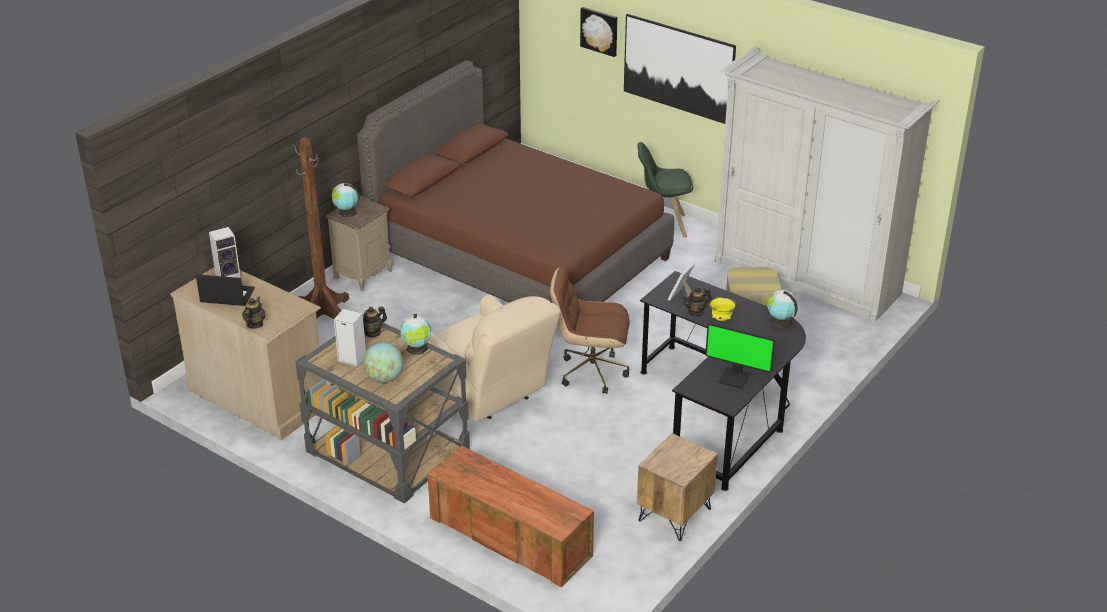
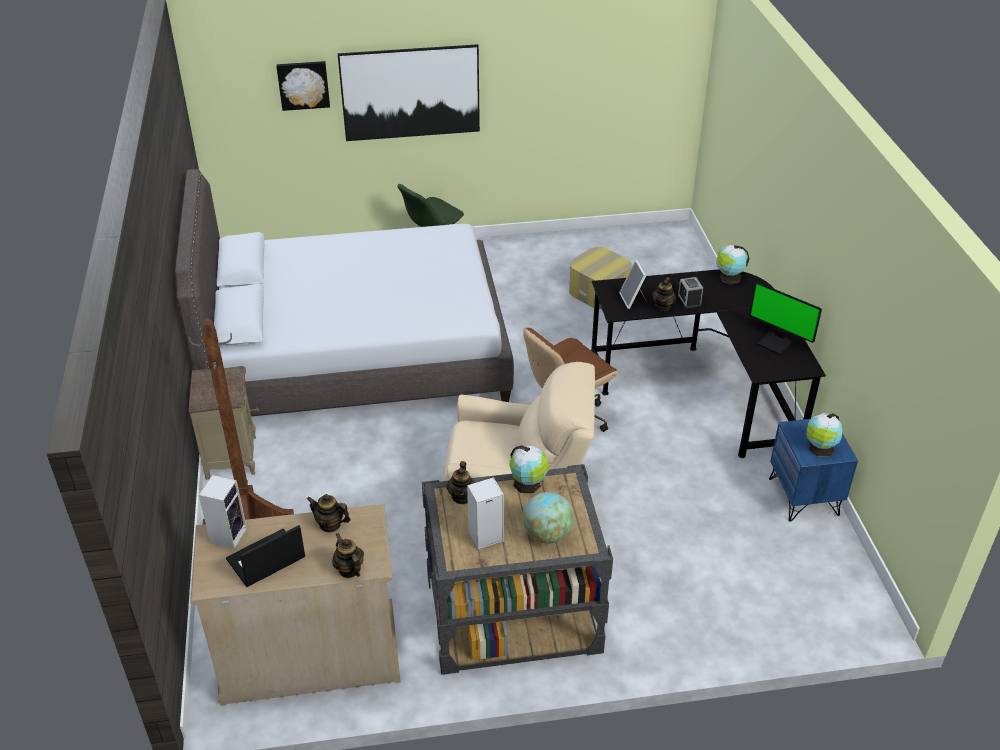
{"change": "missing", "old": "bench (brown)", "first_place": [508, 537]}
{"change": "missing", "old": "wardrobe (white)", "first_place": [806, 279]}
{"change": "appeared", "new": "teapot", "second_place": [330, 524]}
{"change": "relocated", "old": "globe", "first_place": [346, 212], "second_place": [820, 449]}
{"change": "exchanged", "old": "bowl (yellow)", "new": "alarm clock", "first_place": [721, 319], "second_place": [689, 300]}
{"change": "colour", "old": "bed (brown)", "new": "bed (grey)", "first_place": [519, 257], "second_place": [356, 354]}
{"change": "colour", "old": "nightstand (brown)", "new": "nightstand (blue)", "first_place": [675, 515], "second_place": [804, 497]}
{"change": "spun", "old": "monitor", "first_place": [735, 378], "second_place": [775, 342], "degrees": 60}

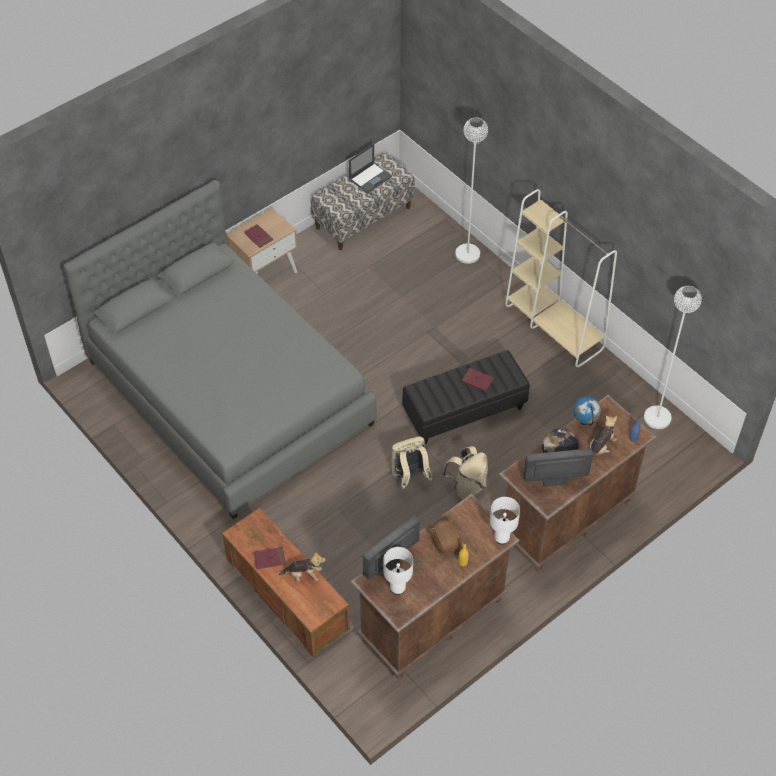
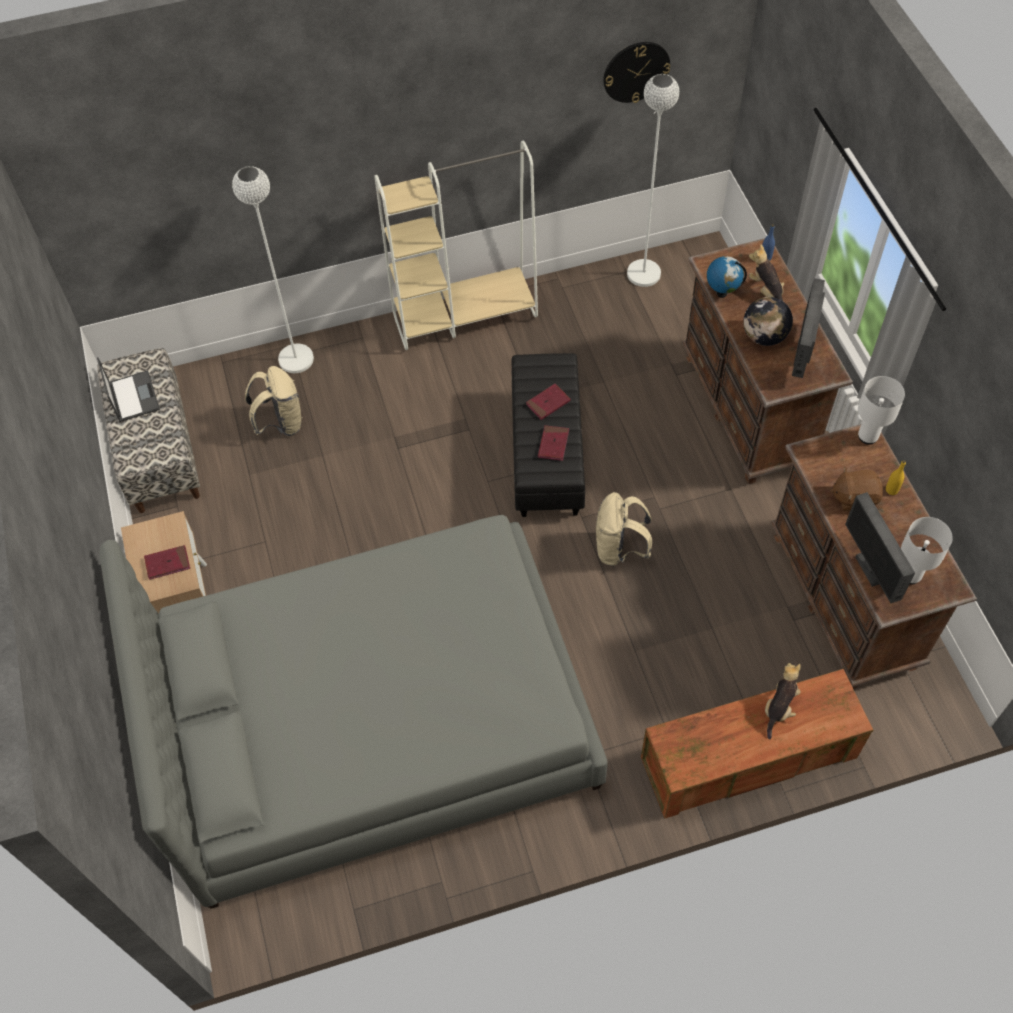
{"change": "appeared", "new": "wall clock", "second_place": [636, 71]}
{"change": "relocated", "old": "book (red)", "first_place": [269, 559], "second_place": [553, 444]}
{"change": "relocated", "old": "backpack (beige)", "first_place": [466, 487], "second_place": [281, 423]}

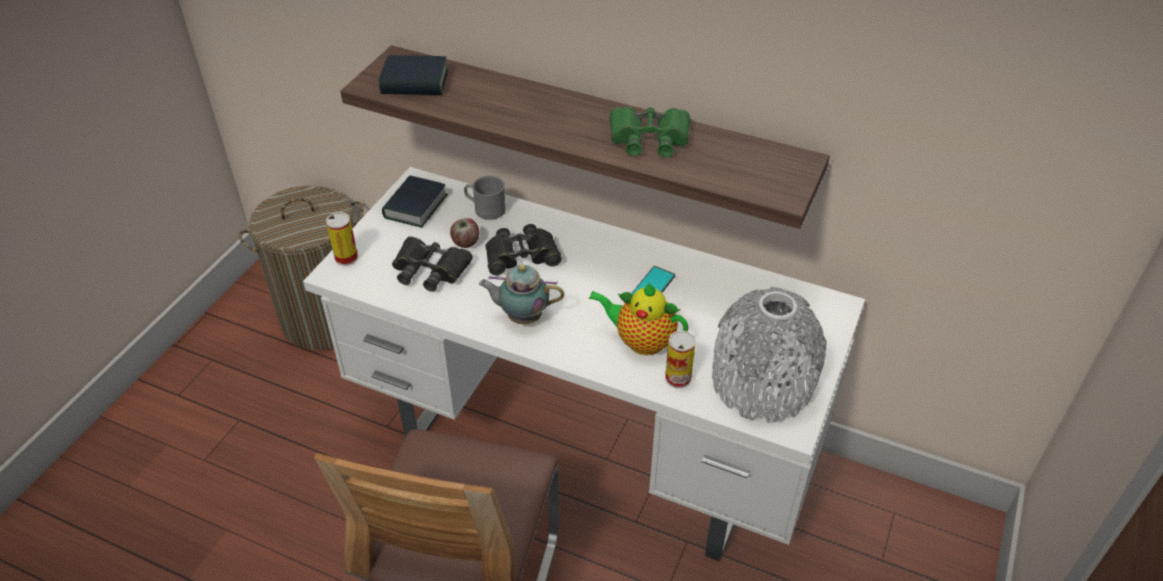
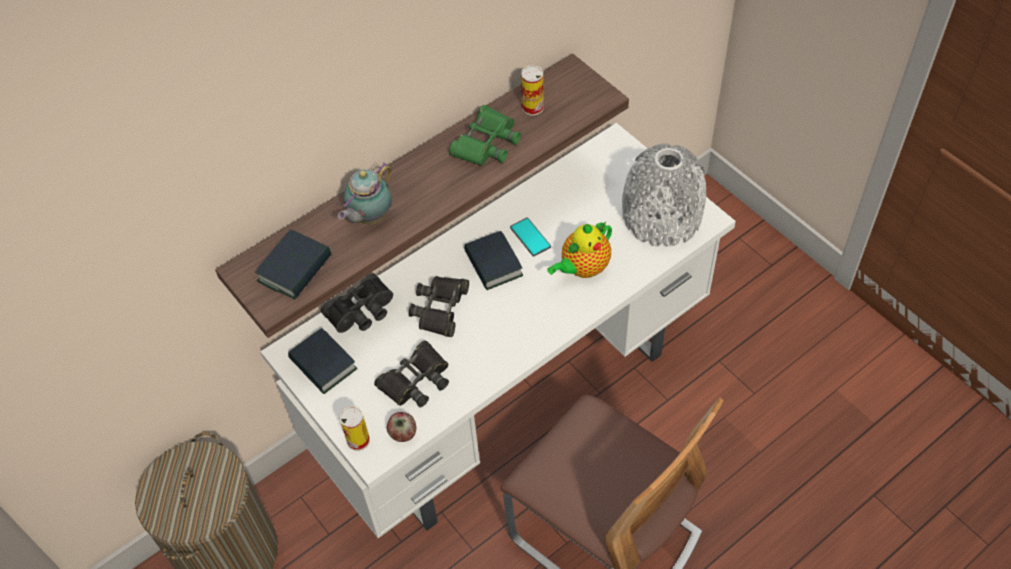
{"change": "appeared", "new": "book", "second_place": [493, 264]}
{"change": "relocated", "old": "apple", "first_place": [465, 243], "second_place": [403, 433]}
{"change": "relocated", "old": "teapot", "first_place": [522, 317], "second_place": [370, 218]}
{"change": "relocated", "old": "can", "first_place": [678, 378], "second_place": [532, 107]}
{"change": "exchanged", "old": "mug (grey)", "new": "binoculars (black)", "first_place": [485, 208], "second_place": [362, 313]}

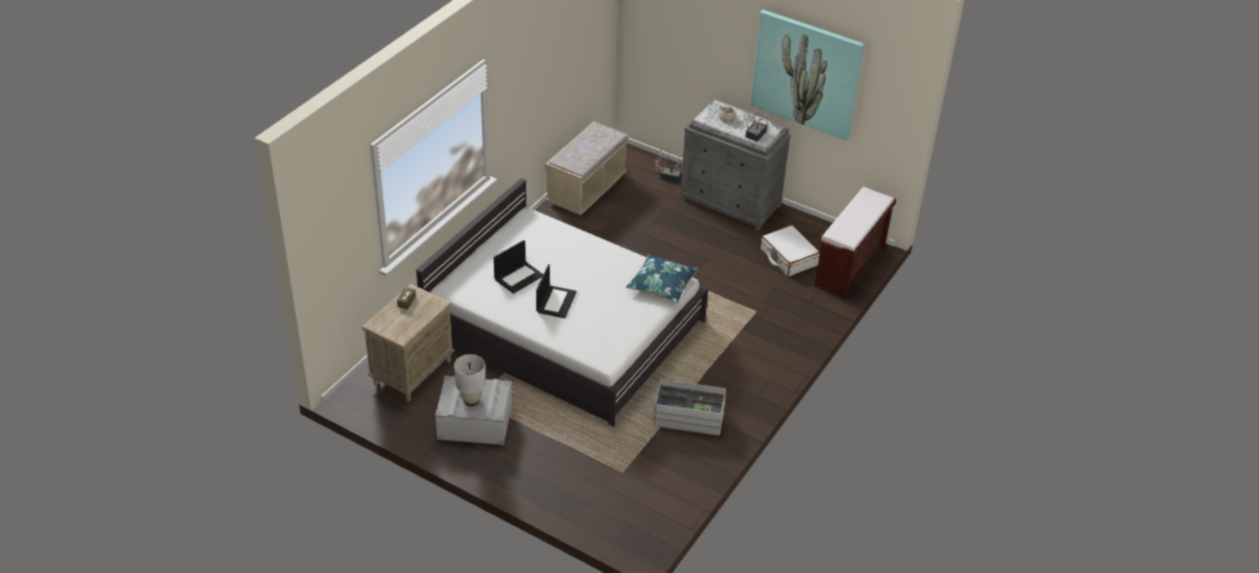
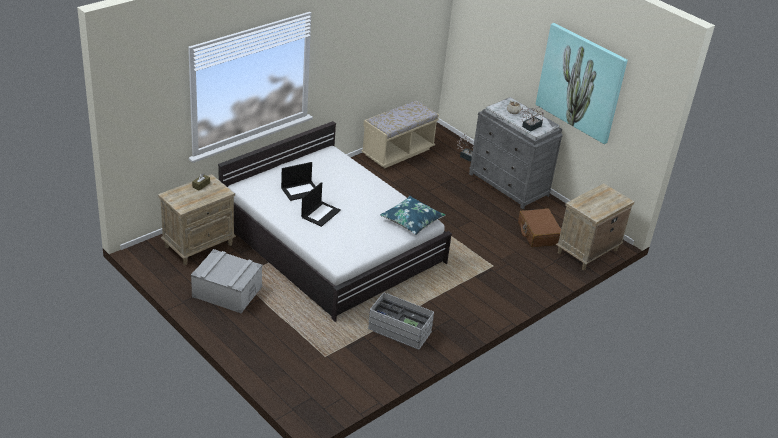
{"change": "missing", "old": "table lamp (white)", "first_place": [471, 400]}
{"change": "exchanged", "old": "bench (brown)", "new": "nightstand (beige)", "first_place": [850, 267], "second_place": [587, 252]}
{"change": "colour", "old": "suitcase (white)", "new": "suitcase (brown)", "first_place": [788, 257], "second_place": [538, 233]}

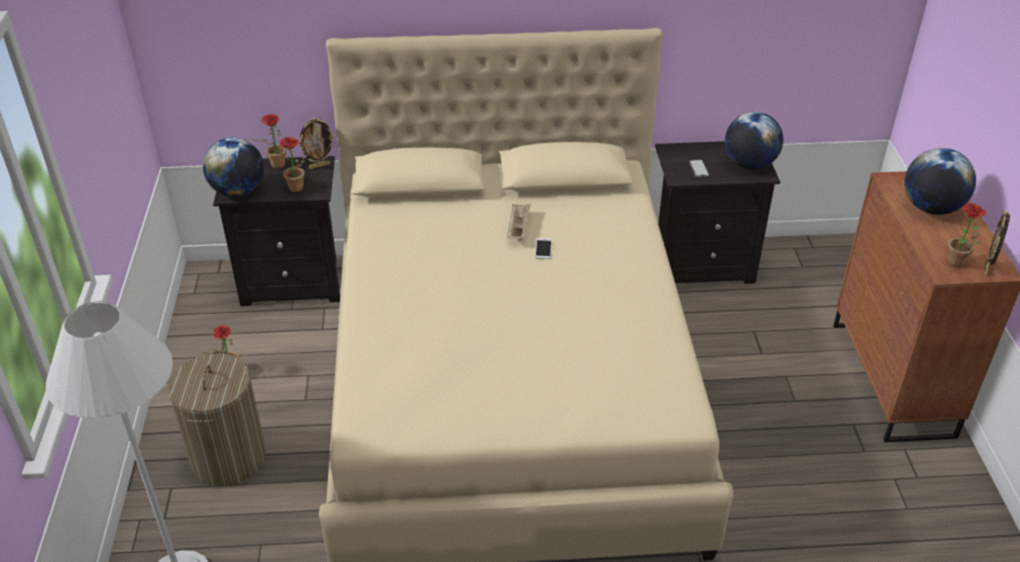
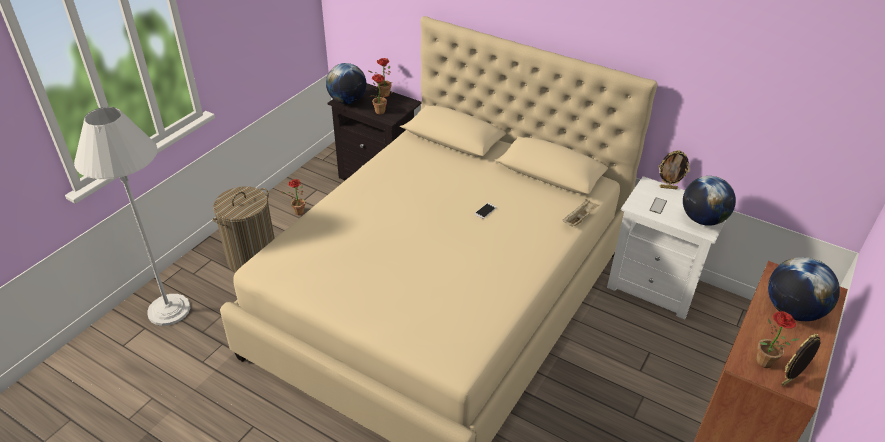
{"change": "relocated", "old": "picture frame", "first_place": [319, 166], "second_place": [668, 187]}
{"change": "relocated", "old": "tray (beige)", "first_place": [518, 229], "second_place": [579, 219]}
{"change": "colour", "old": "nightstand (black)", "new": "nightstand (white)", "first_place": [701, 264], "second_place": [654, 286]}

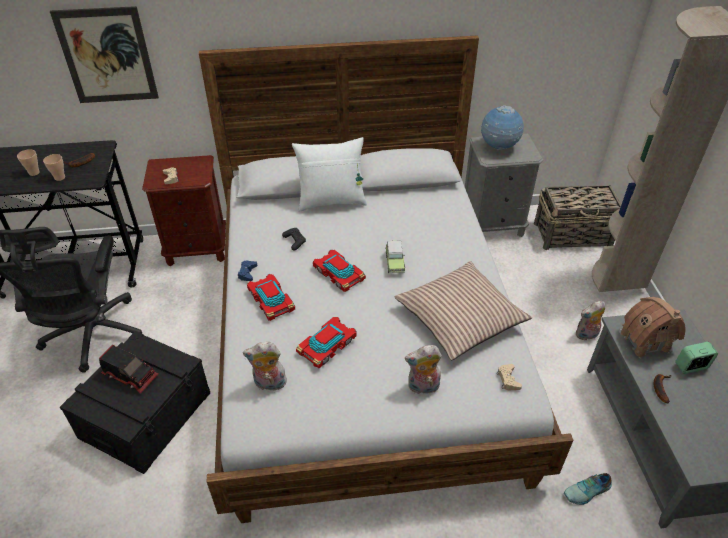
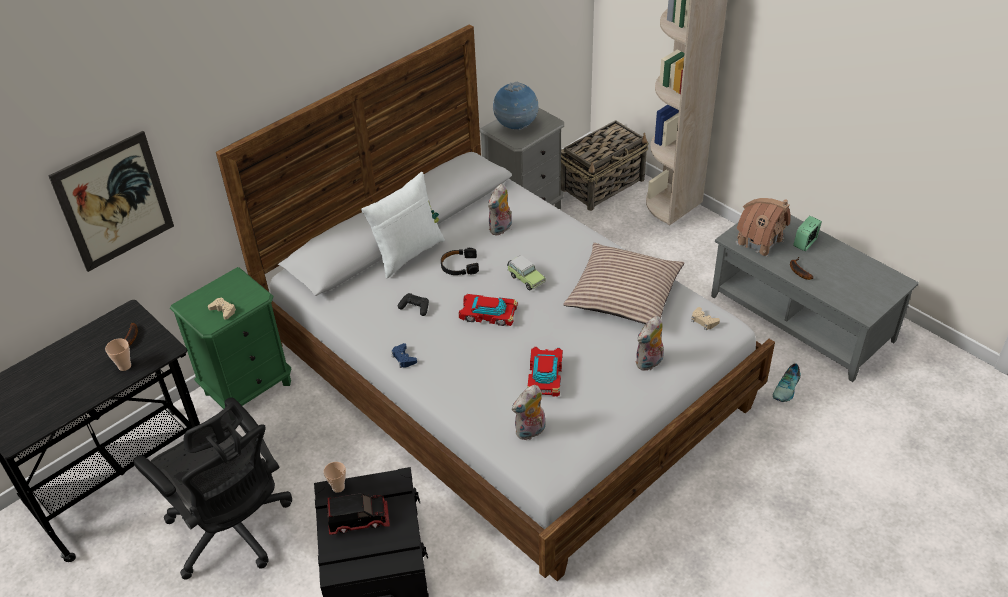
{"change": "missing", "old": "toy car", "first_place": [271, 300]}
{"change": "appeared", "new": "headphones (black)", "second_place": [459, 266]}
{"change": "relocated", "old": "cup", "first_place": [34, 173], "second_place": [338, 487]}
{"change": "relocated", "old": "plush toy", "first_place": [586, 335], "second_place": [501, 229]}
{"change": "colour", "old": "nightstand (brown)", "new": "nightstand (green)", "first_place": [197, 249], "second_place": [248, 387]}

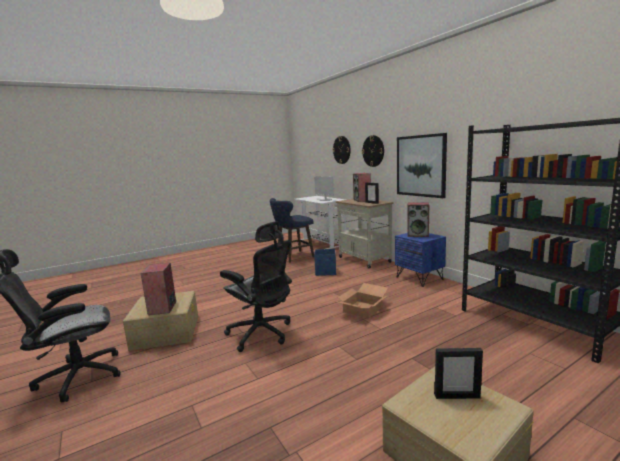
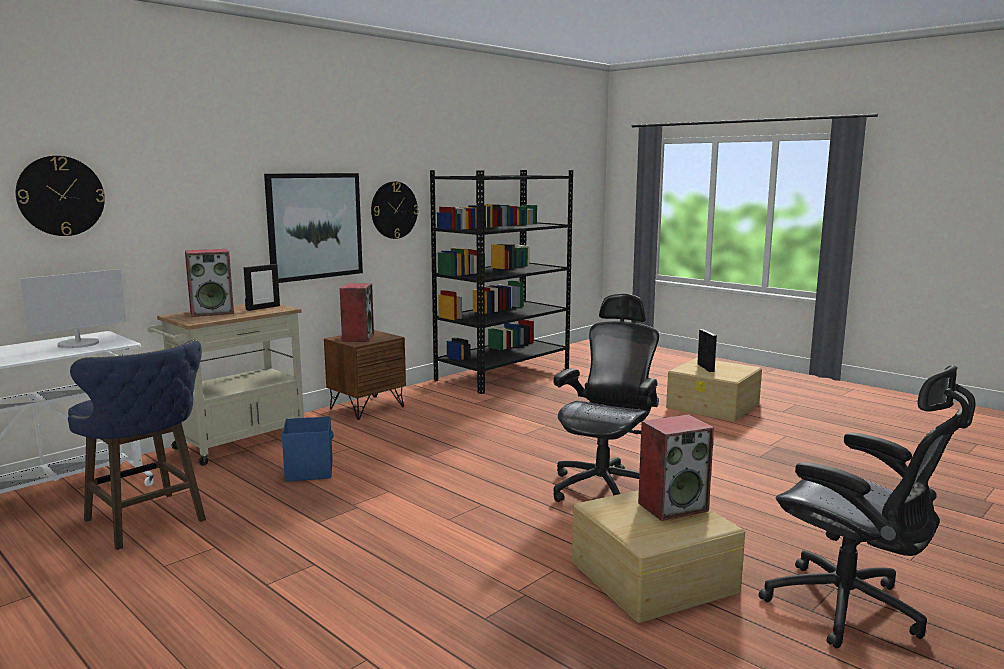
{"change": "missing", "old": "cardboard box", "first_place": [362, 309]}
{"change": "relocated", "old": "wall clock", "first_place": [373, 151], "second_place": [394, 210]}
{"change": "colour", "old": "nightstand (blue)", "new": "nightstand (brown)", "first_place": [419, 278], "second_place": [366, 408]}

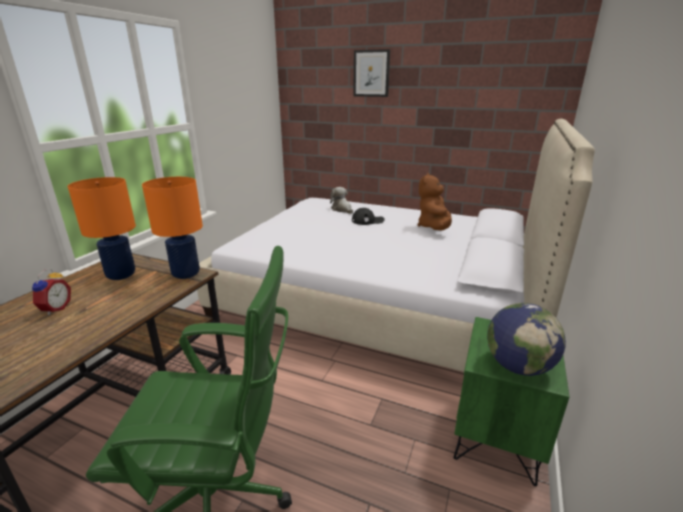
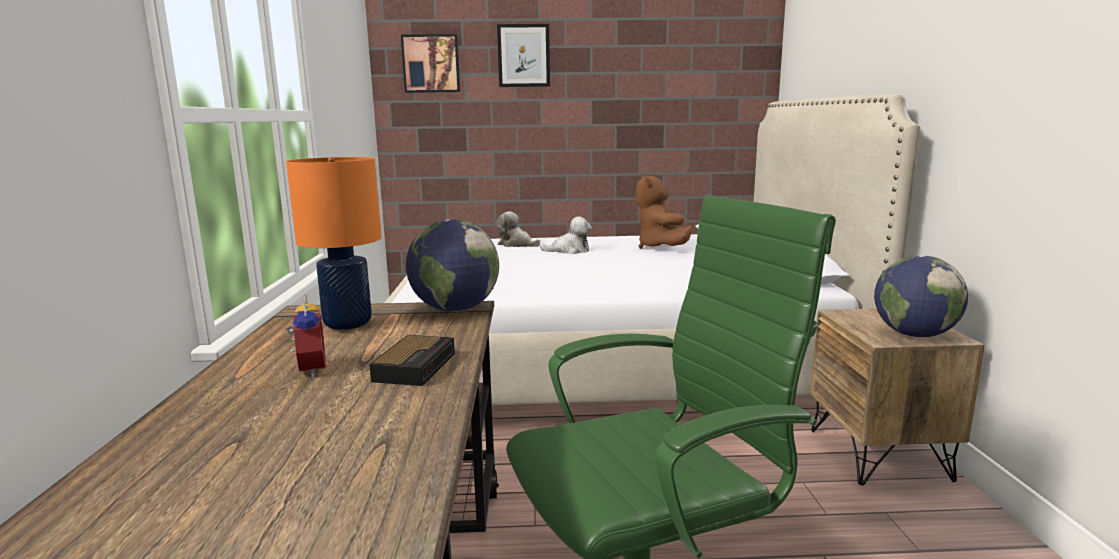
{"change": "appeared", "new": "alarm clock", "second_place": [416, 366]}
{"change": "appeared", "new": "picture", "second_place": [431, 64]}
{"change": "exchanged", "old": "table lamp (orange)", "new": "globe", "first_place": [186, 275], "second_place": [455, 309]}
{"change": "exchanged", "old": "cap (black)", "new": "plush toy", "first_place": [368, 220], "second_place": [569, 251]}
{"change": "colour", "old": "nightstand (green)", "new": "nightstand (brown)", "first_place": [497, 438], "second_place": [879, 454]}

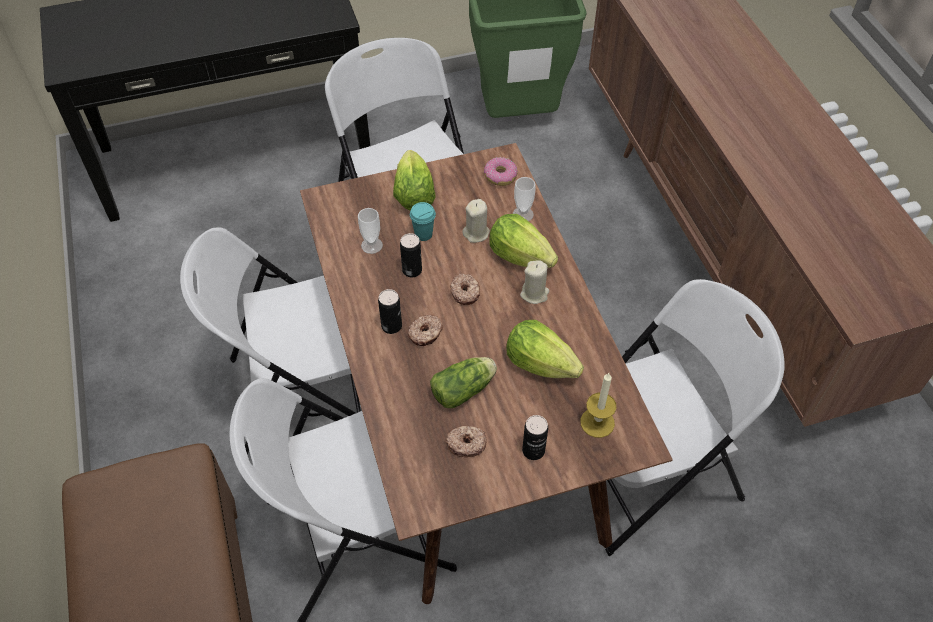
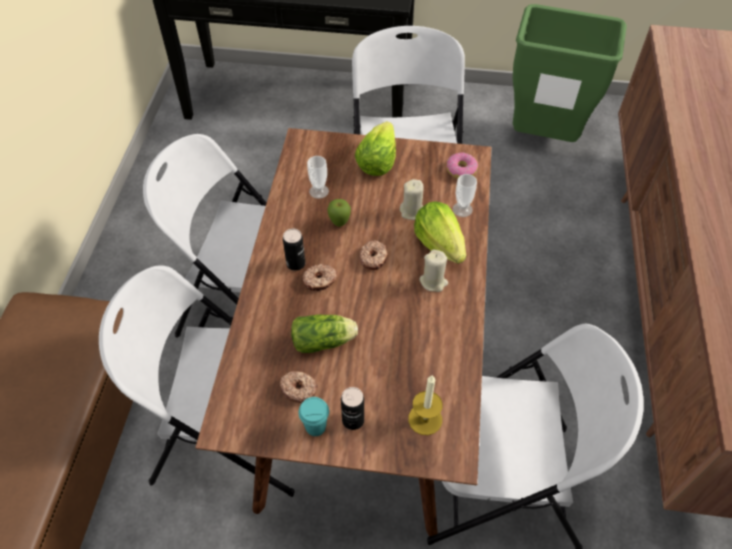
{"change": "missing", "old": "lettuce", "first_place": [540, 363]}
{"change": "relocated", "old": "cup (turquoise)", "first_place": [423, 234], "second_place": [315, 427]}
{"change": "exchanged", "old": "can", "new": "apple", "first_place": [412, 270], "second_place": [339, 223]}

